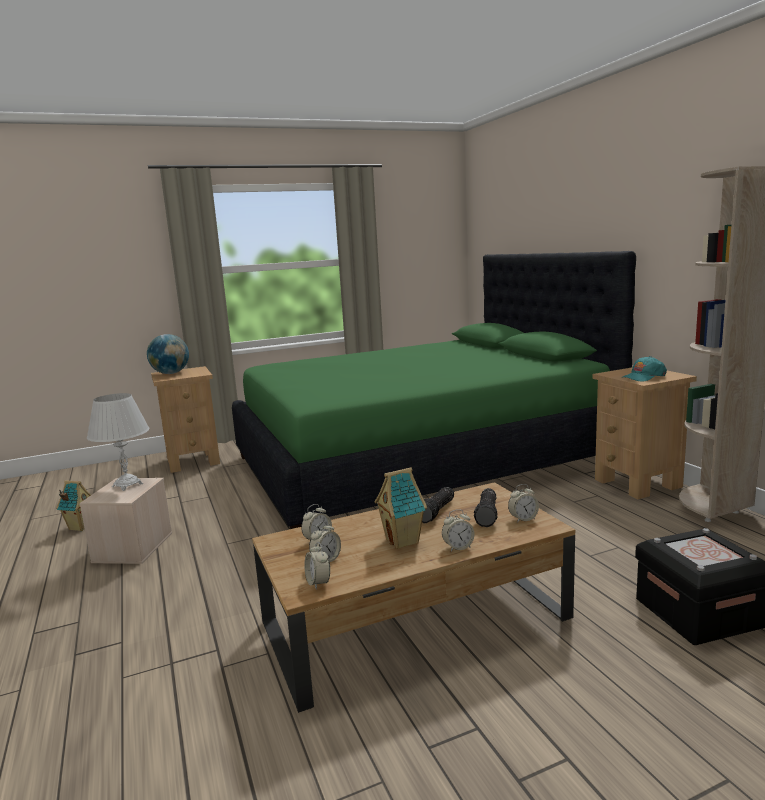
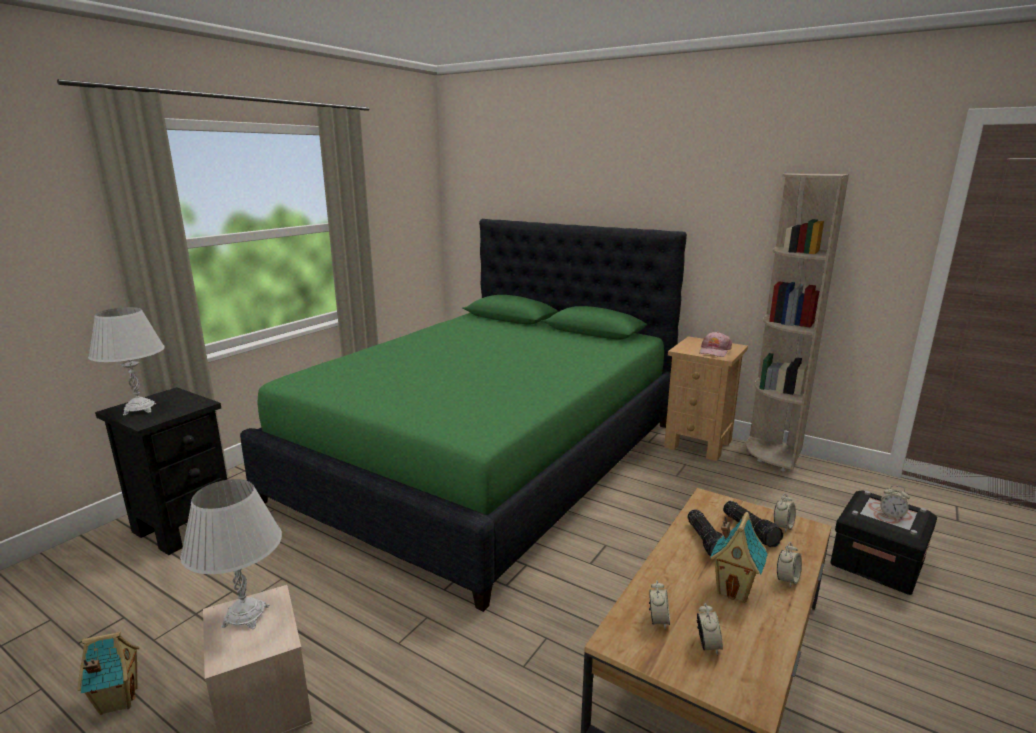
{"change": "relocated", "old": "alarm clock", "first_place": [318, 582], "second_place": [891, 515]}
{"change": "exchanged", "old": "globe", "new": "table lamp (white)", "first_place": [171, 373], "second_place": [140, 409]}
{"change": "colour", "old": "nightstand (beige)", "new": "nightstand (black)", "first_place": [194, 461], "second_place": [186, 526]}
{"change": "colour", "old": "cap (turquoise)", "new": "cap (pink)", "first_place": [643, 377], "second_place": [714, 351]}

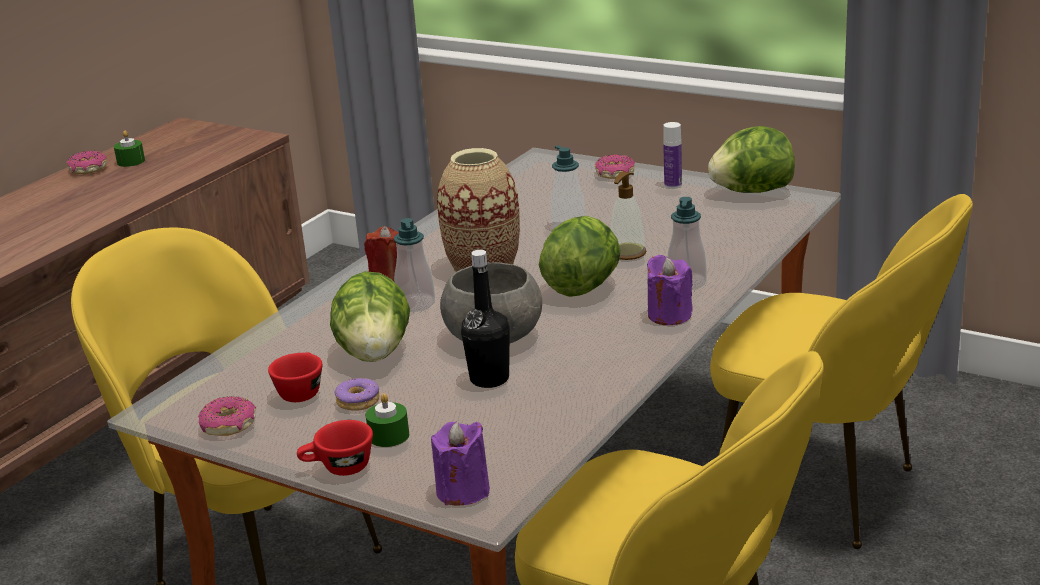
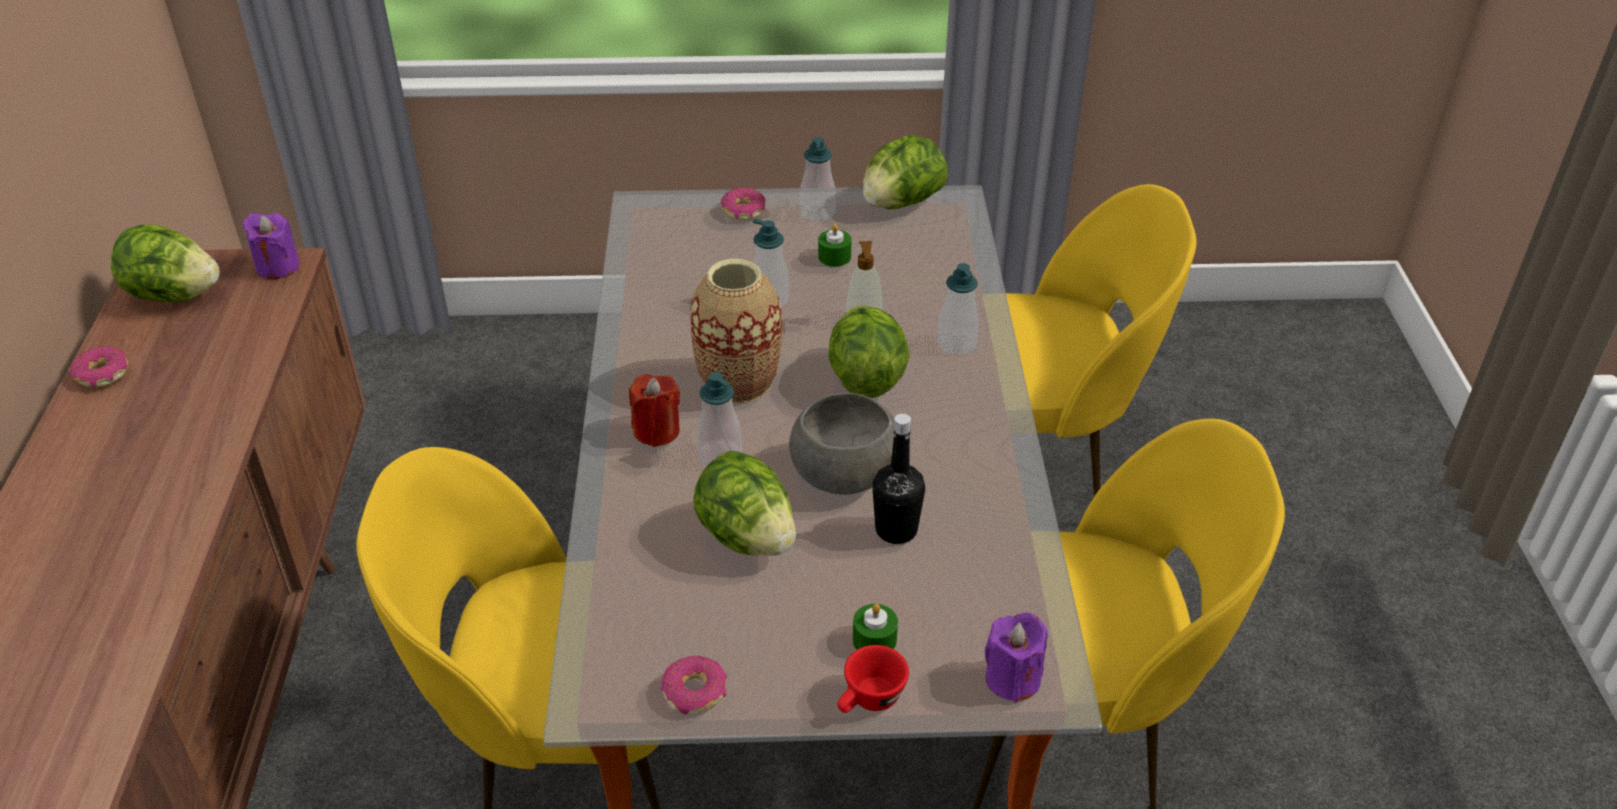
{"change": "missing", "old": "cup (red)", "first_place": [301, 391]}
{"change": "missing", "old": "donut", "first_place": [358, 401]}
{"change": "appeared", "new": "lettuce", "second_place": [174, 296]}
{"change": "relocated", "old": "candle (green)", "first_place": [131, 161], "second_place": [834, 257]}
{"change": "relocated", "old": "candle (purple)", "first_place": [669, 315], "second_place": [278, 267]}
{"change": "exchanged", "old": "bottle", "new": "soap dispenser", "first_place": [673, 185], "second_place": [817, 213]}

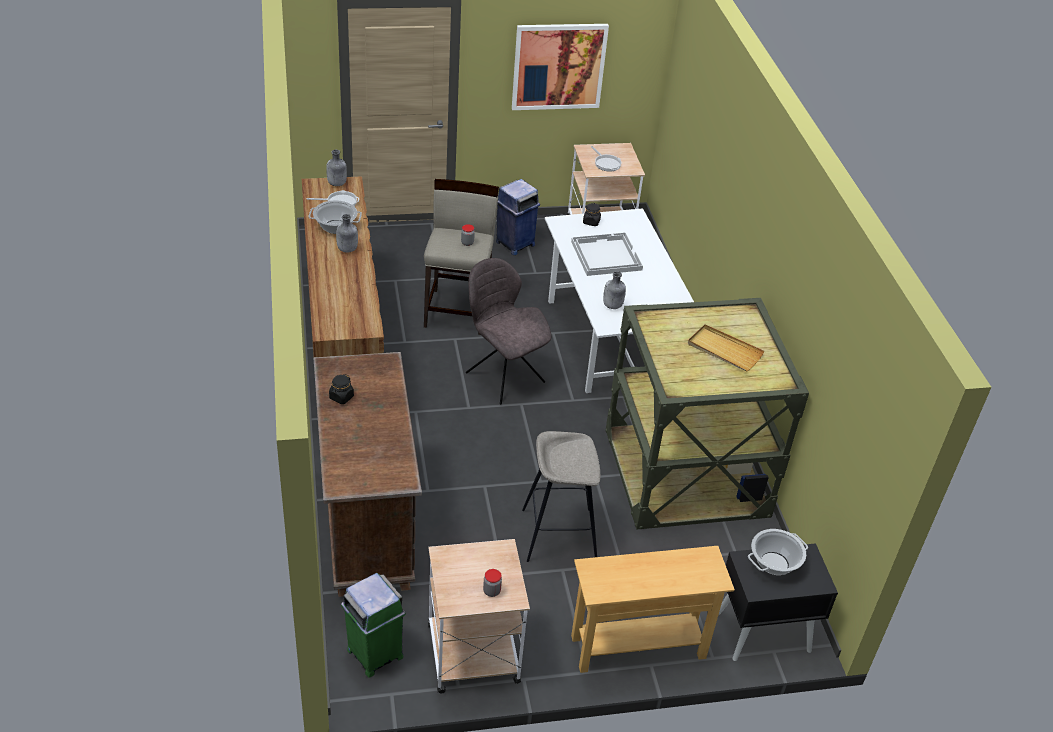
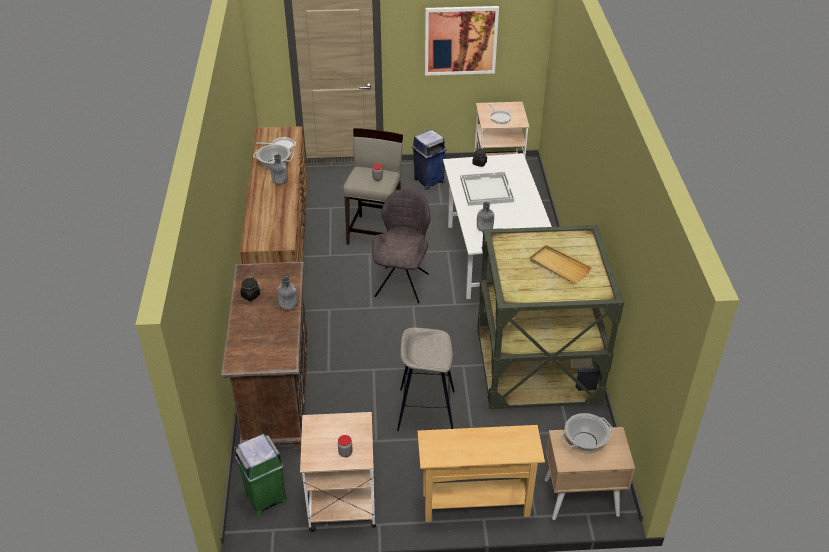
{"change": "relocated", "old": "bottle (grey)", "first_place": [337, 184], "second_place": [288, 306]}
{"change": "colour", "old": "nightstand (black)", "new": "nightstand (beige)", "first_place": [762, 632], "second_place": [580, 497]}
{"change": "spun", "old": "chair (grey)", "first_place": [503, 375], "second_place": [402, 283], "degrees": 45}

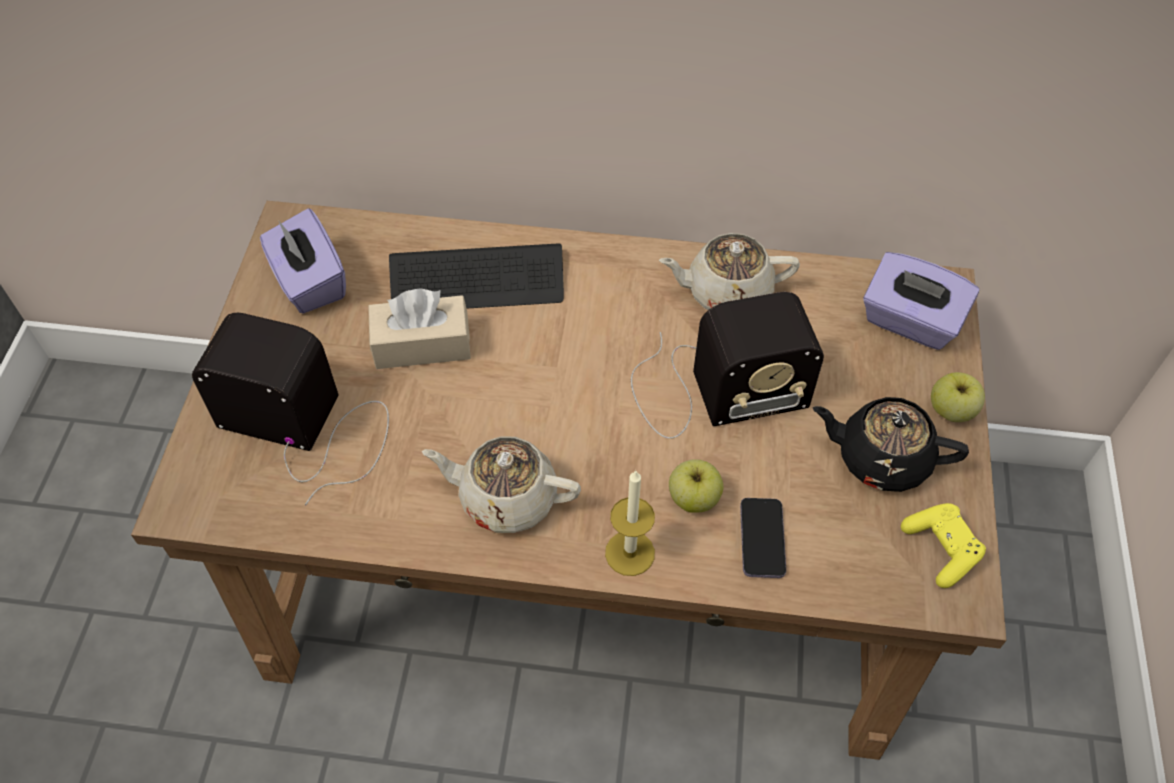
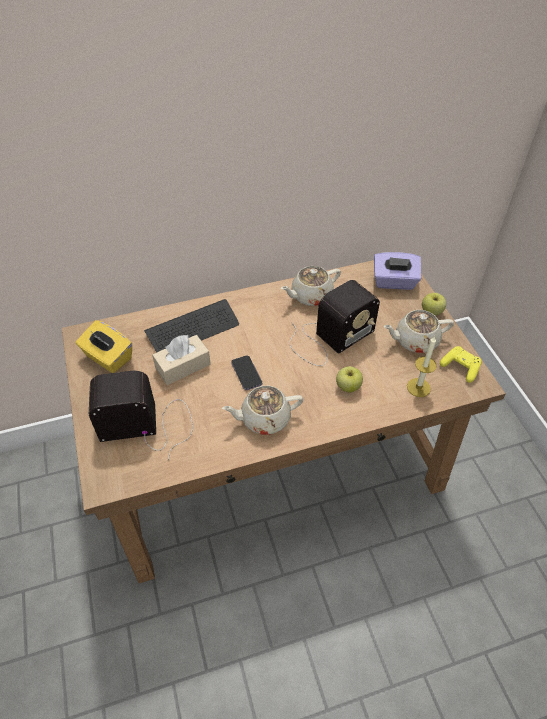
{"change": "relocated", "old": "candle", "first_place": [630, 553], "second_place": [418, 387]}
{"change": "relocated", "old": "phone", "first_place": [762, 539], "second_place": [246, 373]}
{"change": "colour", "old": "tissue box (purple)", "new": "tissue box (yellow)", "first_place": [309, 282], "second_place": [108, 358]}
{"change": "colour", "old": "teapot (black)", "new": "teapot (beige)", "first_place": [880, 458], "second_place": [415, 340]}

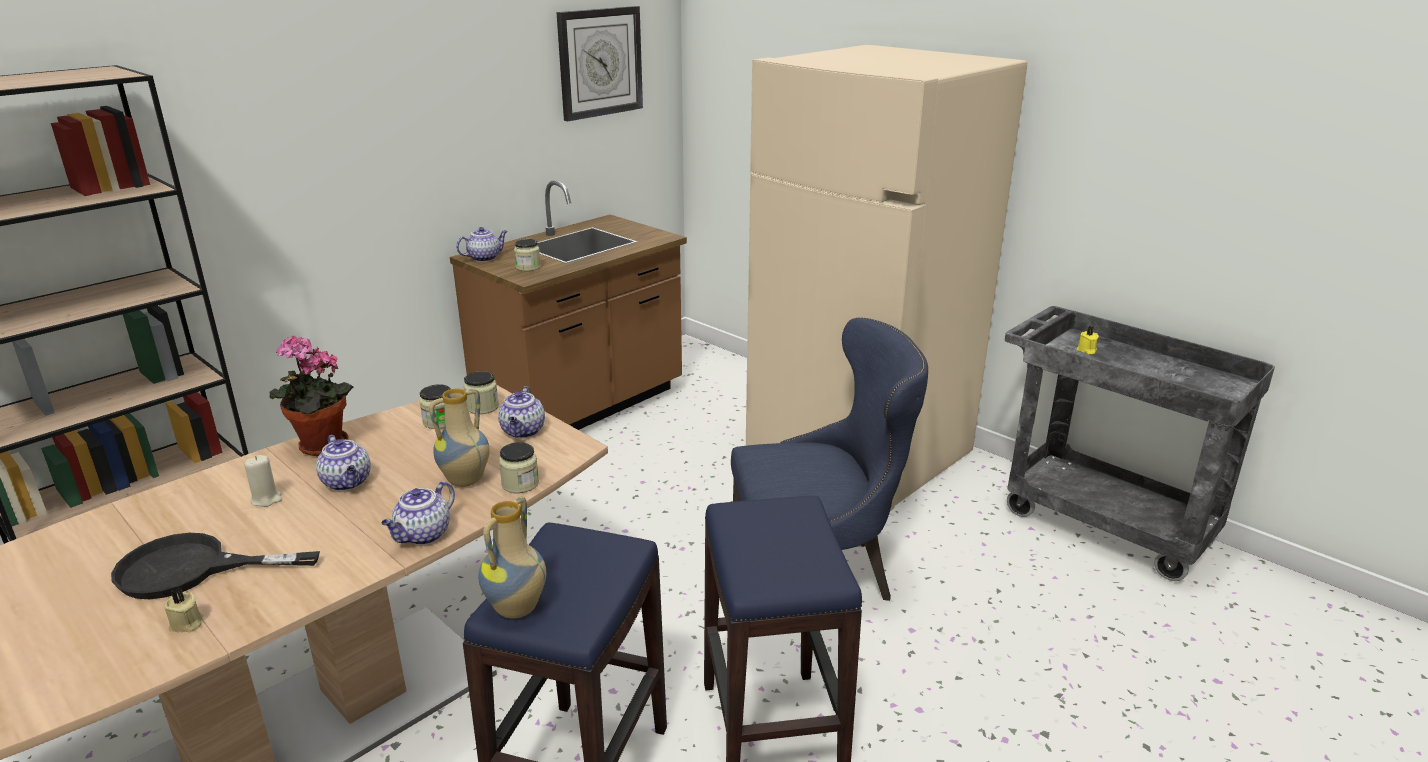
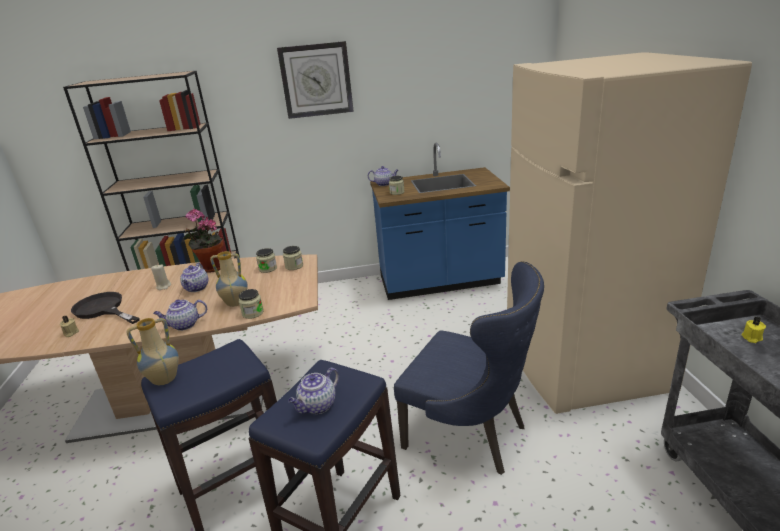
{"change": "relocated", "old": "teapot", "first_place": [523, 432], "second_place": [317, 406]}
{"change": "relocated", "old": "wall clock", "first_place": [600, 62], "second_place": [316, 80]}
{"change": "colour", "old": "counter (brown)", "new": "counter (blue)", "first_place": [583, 408], "second_place": [440, 282]}

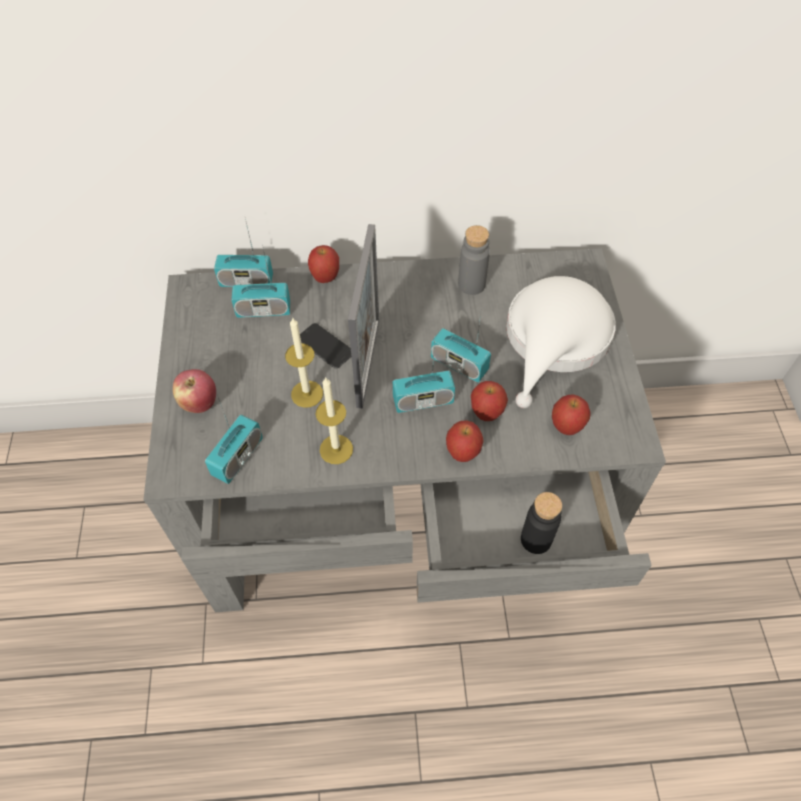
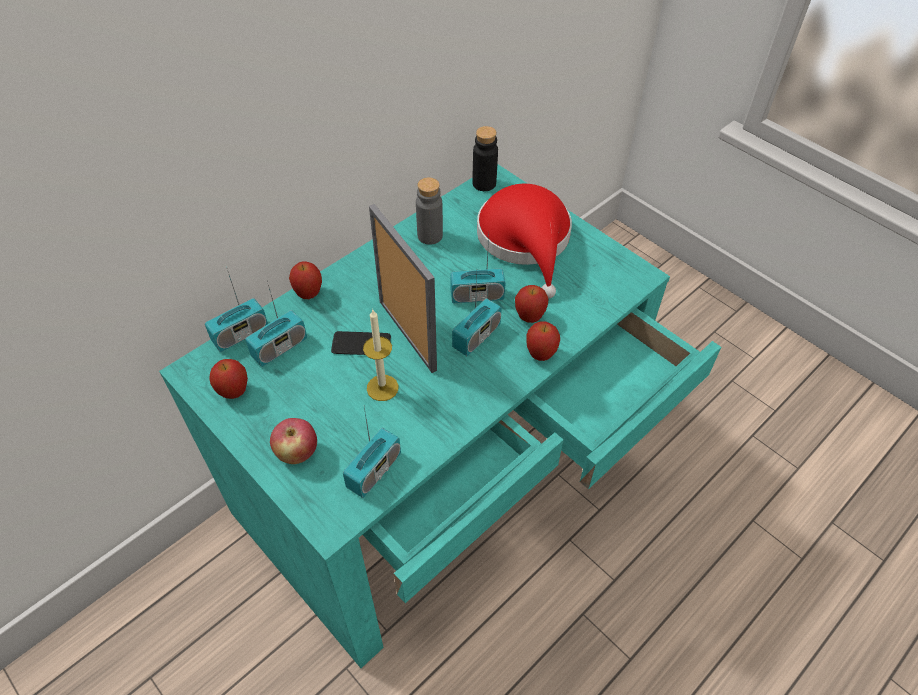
{"change": "missing", "old": "candle", "first_place": [336, 449]}
{"change": "relocated", "old": "bottle (black)", "first_place": [536, 539], "second_place": [484, 183]}
{"change": "relocated", "old": "apple", "first_place": [566, 427], "second_place": [234, 392]}
{"change": "colour", "old": "desk (grey)", "new": "desk (turquoise)", "first_place": [404, 520], "second_place": [451, 481]}
{"change": "colour", "old": "hat (white)", "new": "hat (red)", "first_place": [555, 340], "second_place": [526, 241]}
{"change": "spun", "old": "radio", "first_place": [238, 457], "second_place": [374, 471], "degrees": 45}

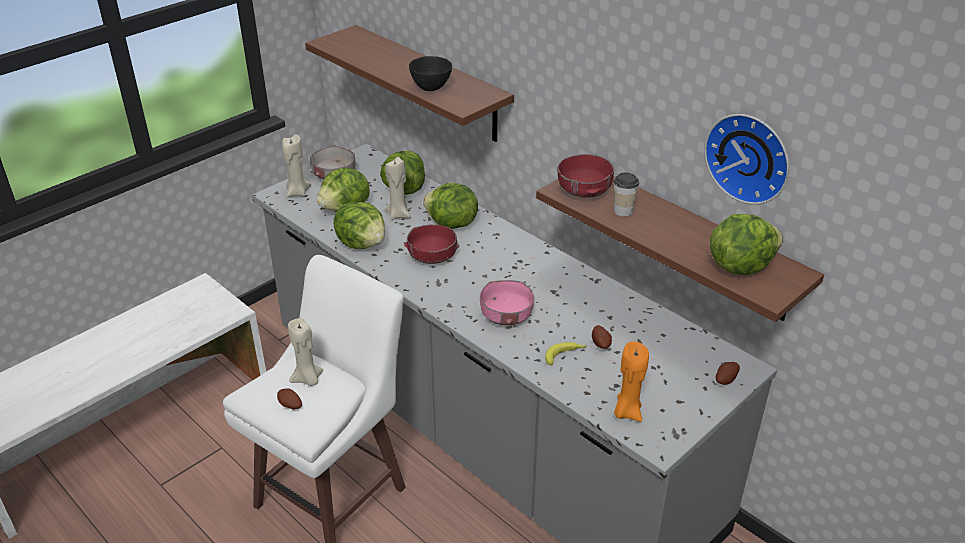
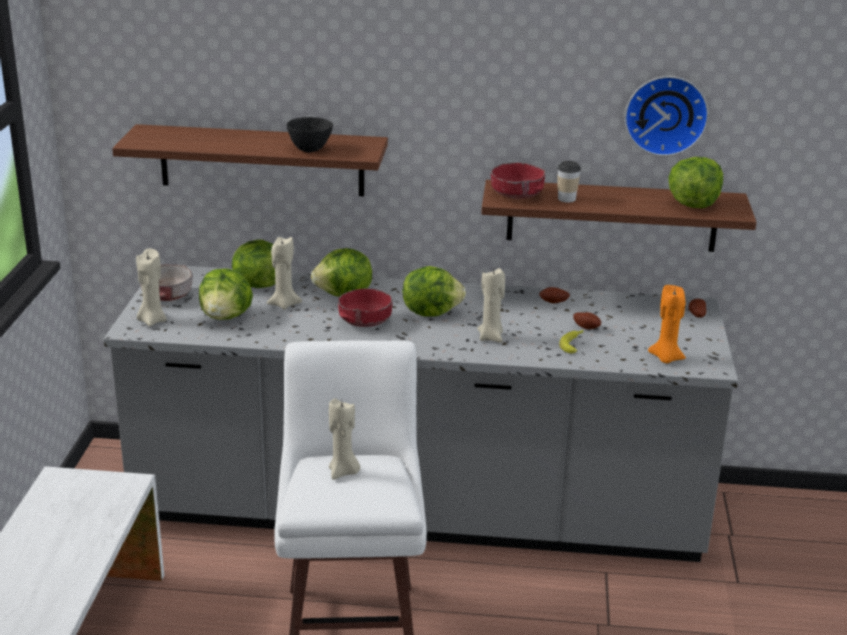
{"change": "relocated", "old": "potato", "first_place": [290, 406], "second_place": [553, 303]}
{"change": "relocated", "old": "lettuce", "first_place": [362, 243], "second_place": [431, 312]}
{"change": "exchanged", "old": "bowl (pink)", "new": "candle (beige)", "first_place": [506, 316], "second_place": [491, 337]}

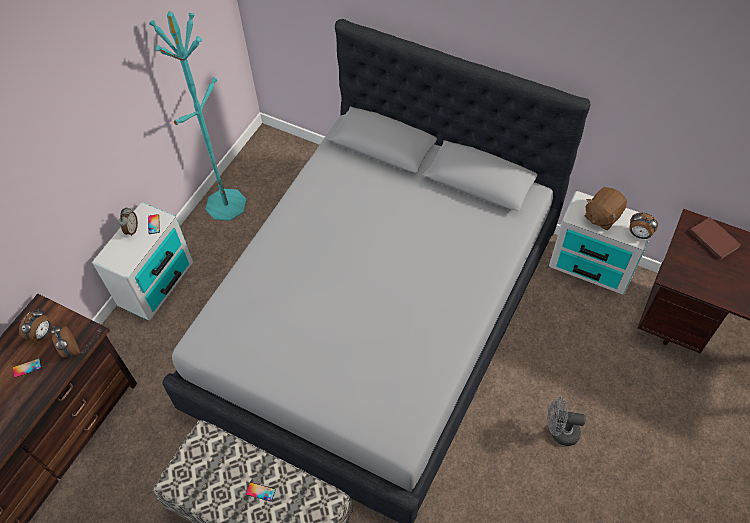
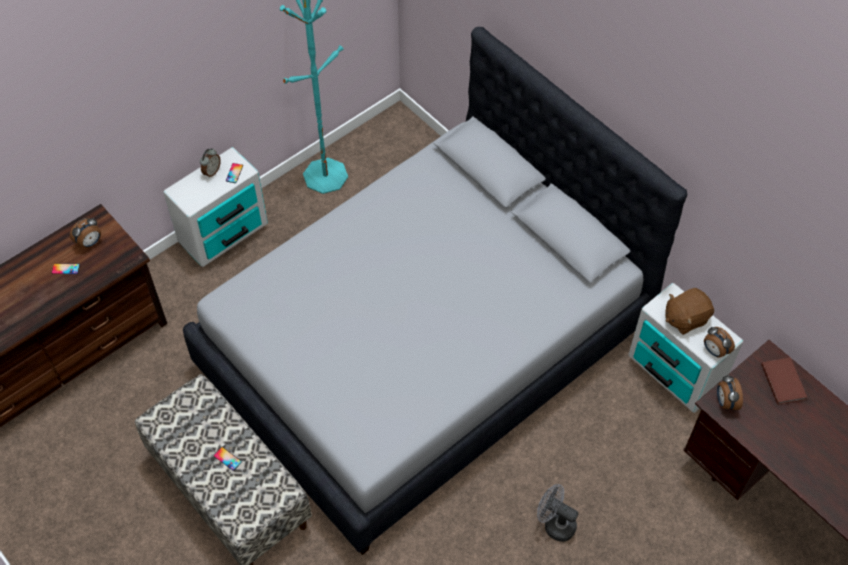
{"change": "relocated", "old": "alarm clock", "first_place": [70, 350], "second_place": [725, 402]}

